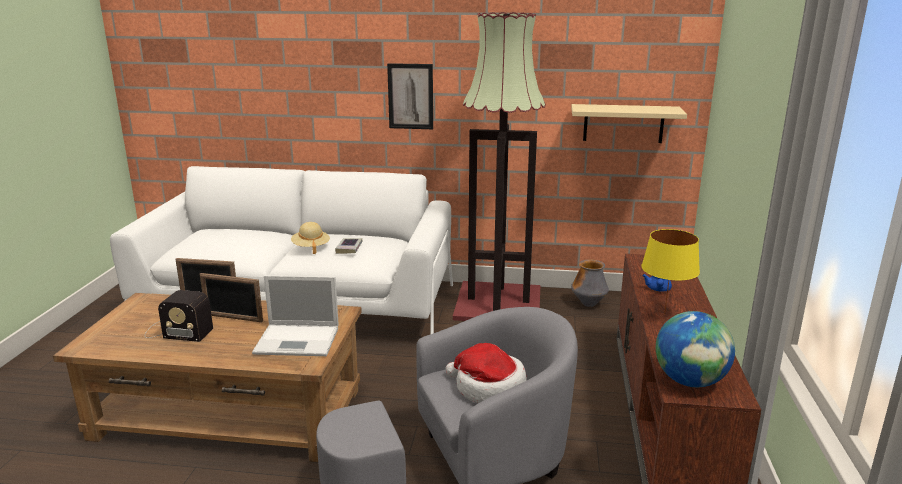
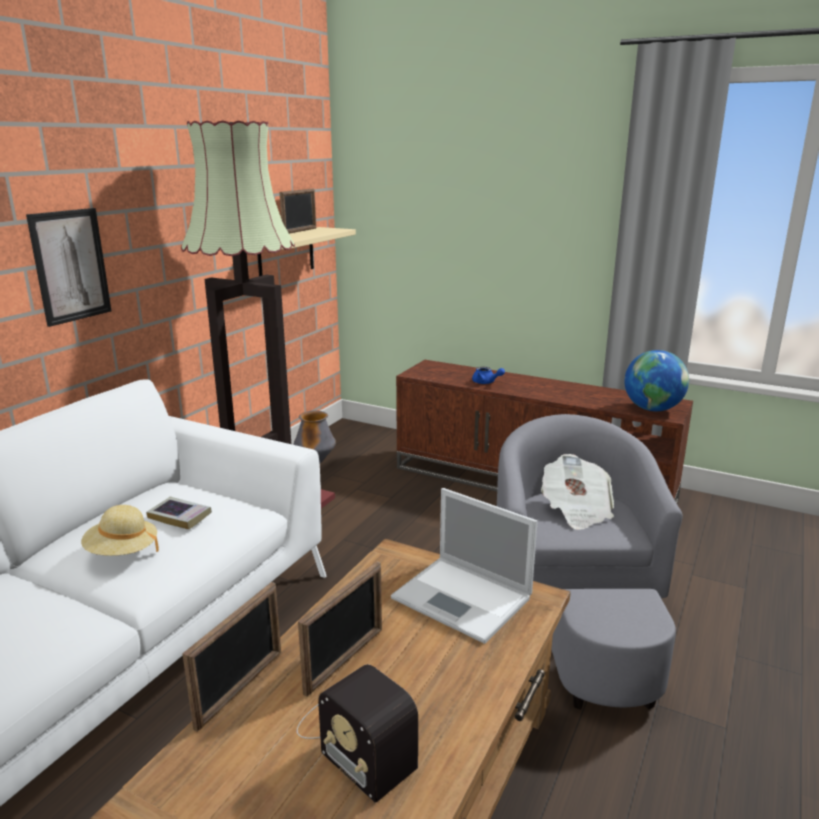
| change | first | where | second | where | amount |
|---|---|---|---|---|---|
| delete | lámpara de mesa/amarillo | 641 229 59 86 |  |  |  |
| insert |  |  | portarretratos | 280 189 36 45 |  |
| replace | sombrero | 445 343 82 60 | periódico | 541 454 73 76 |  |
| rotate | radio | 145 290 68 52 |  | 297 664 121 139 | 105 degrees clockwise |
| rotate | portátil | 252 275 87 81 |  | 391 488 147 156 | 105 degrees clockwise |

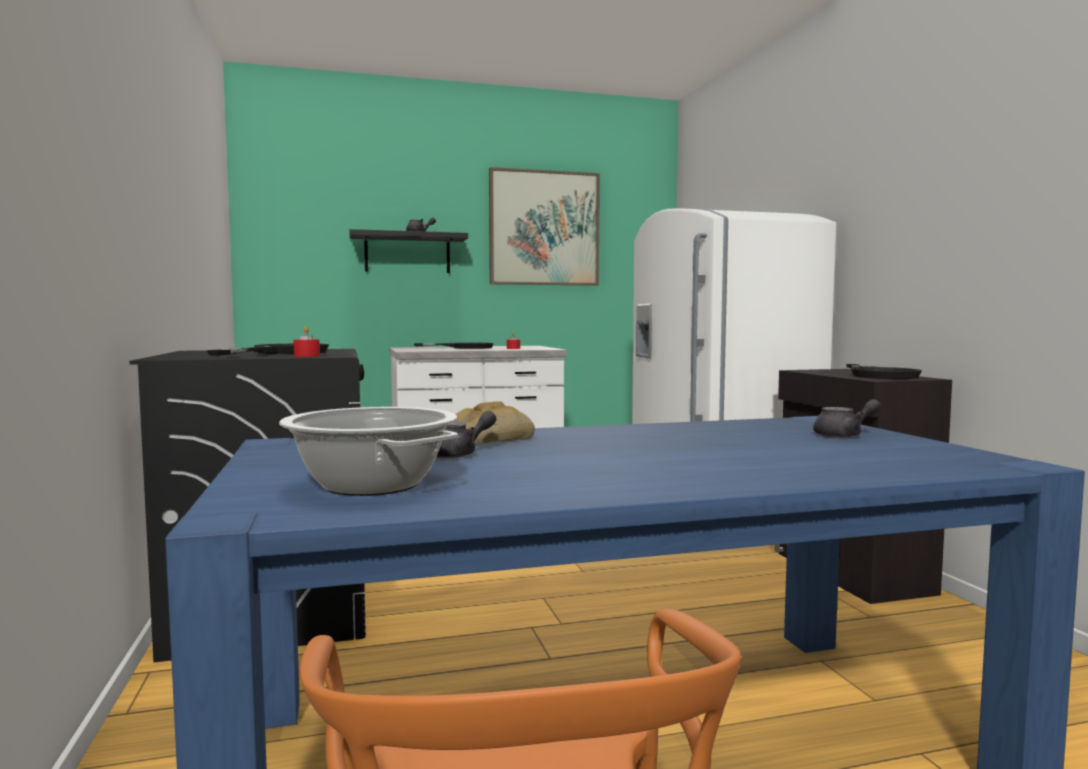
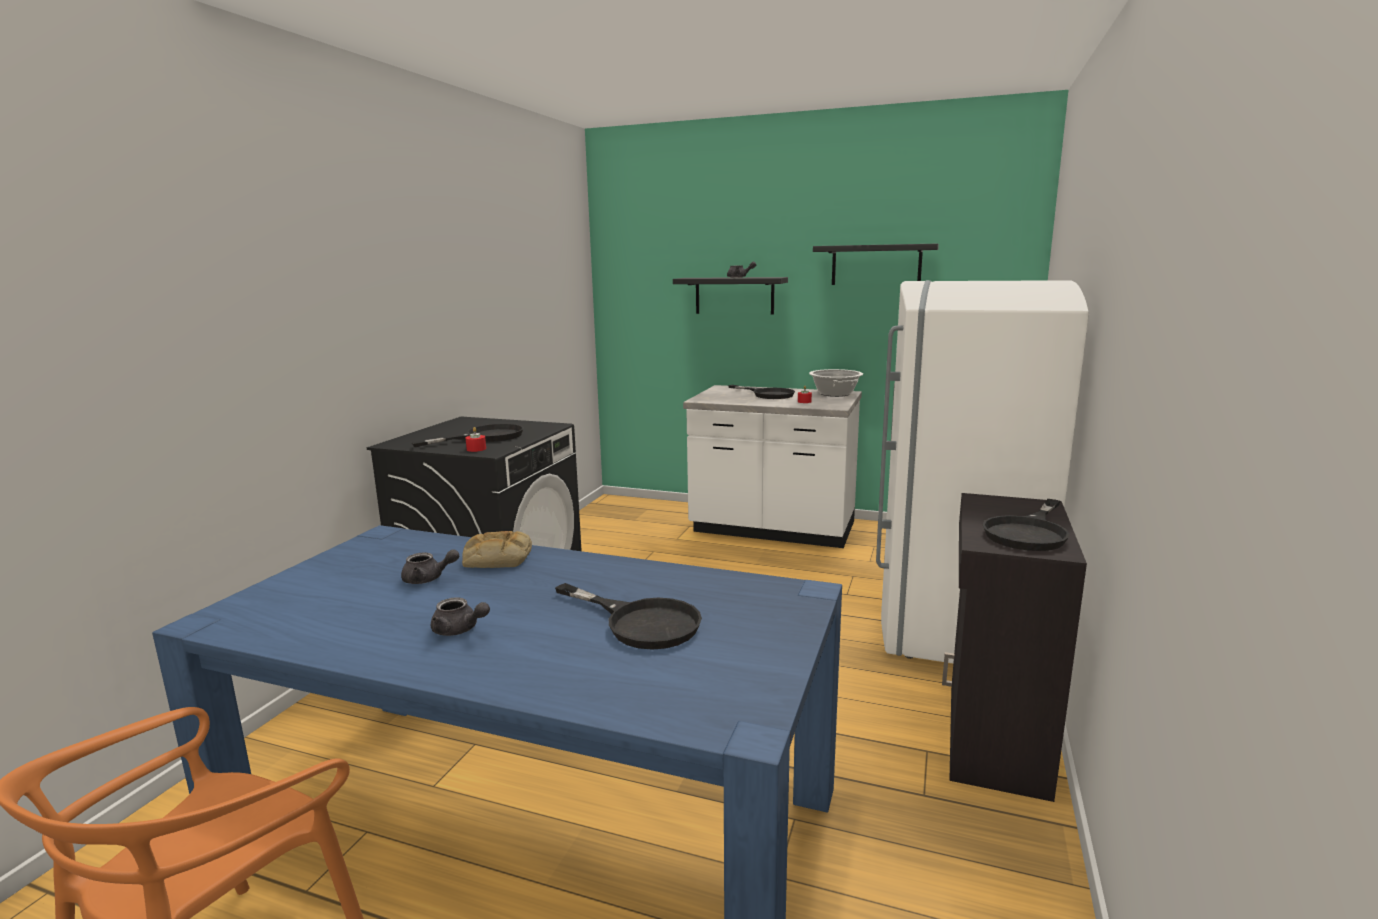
| change | first | where | second | where | amount |
|---|---|---|---|---|---|
| insert |  |  | sartén/negro | 555 583 147 67 |  |
| move | olla | 279 407 179 89 |  | 809 369 54 28 |  |
| move | tetera/gris | 813 399 68 39 |  | 431 597 59 39 |  |
| replace | cuadro | 489 167 111 119 | estante/negro | 813 244 126 41 |  |

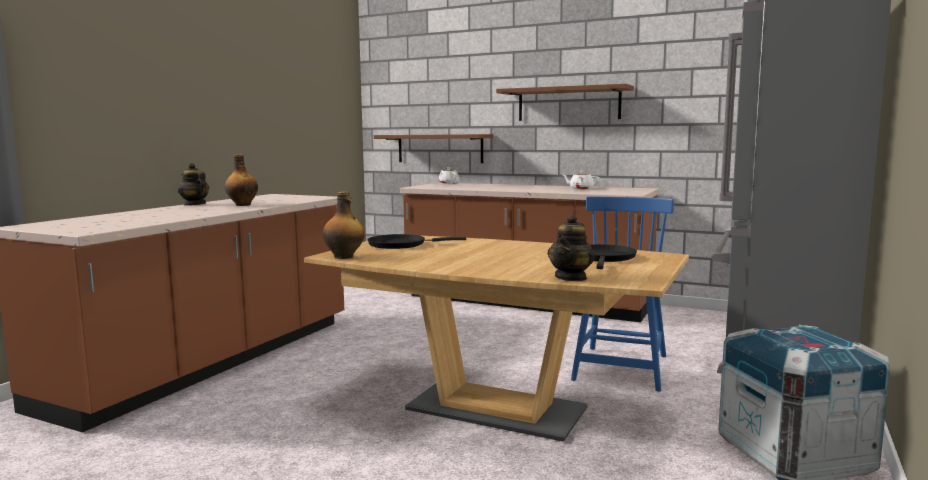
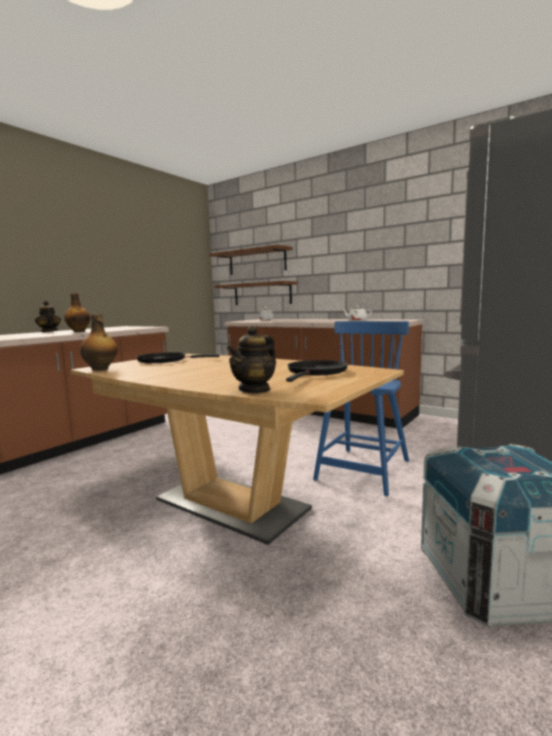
| change | first | where | second | where | amount |
|---|---|---|---|---|---|
| move | estante/marrón | 496 84 138 37 |  | 209 245 84 30 |  |

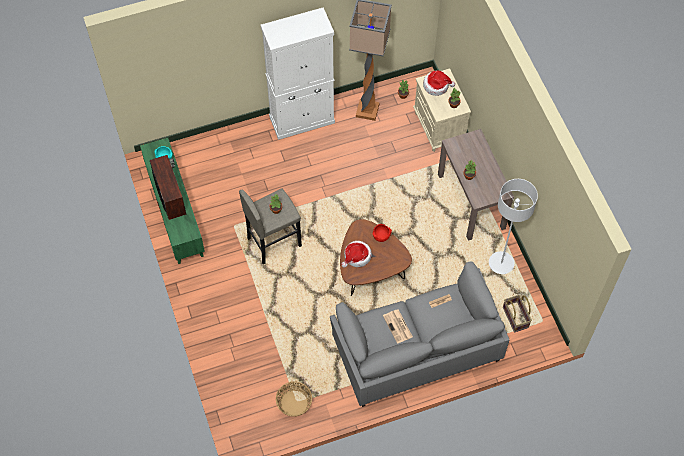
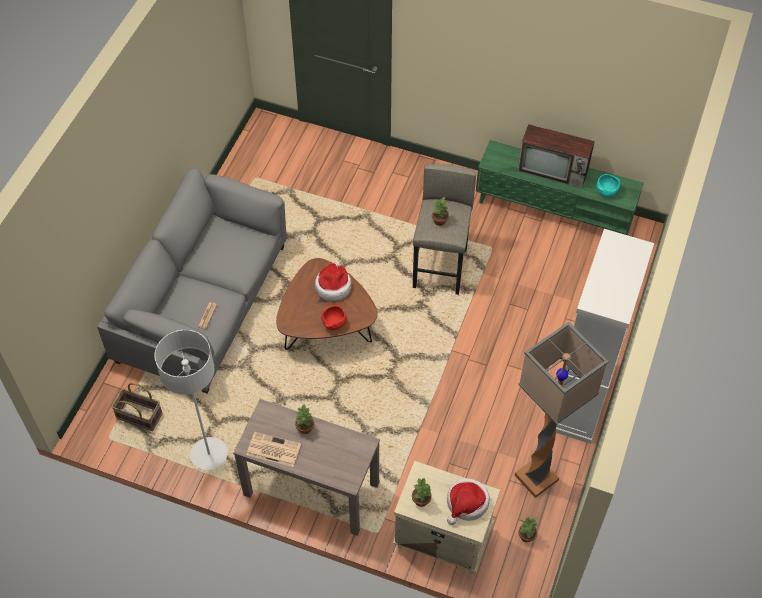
| change | first | where | second | where | amount |
|---|---|---|---|---|---|
| delete | cesta | 276 381 36 36 |  |  |  |
| move | periódico | 383 310 30 34 |  | 247 432 54 35 |  |

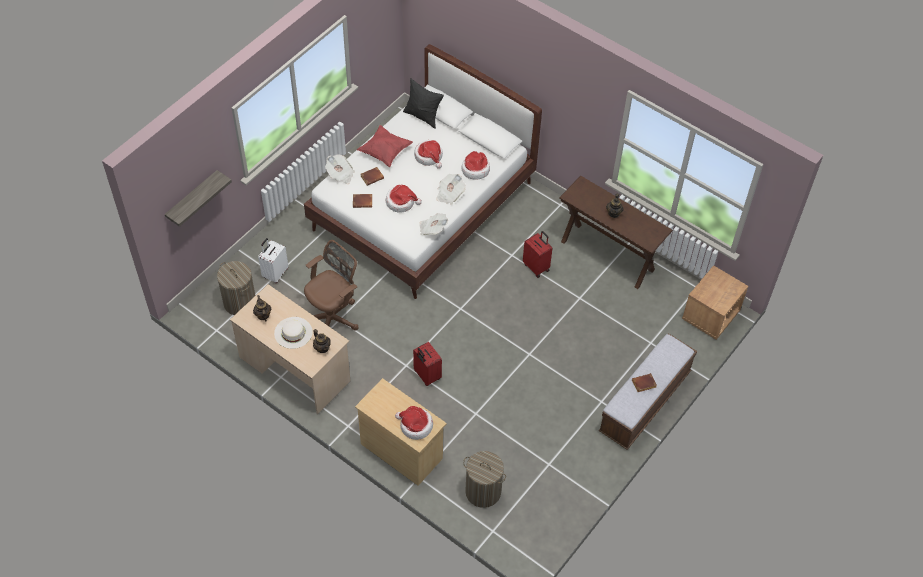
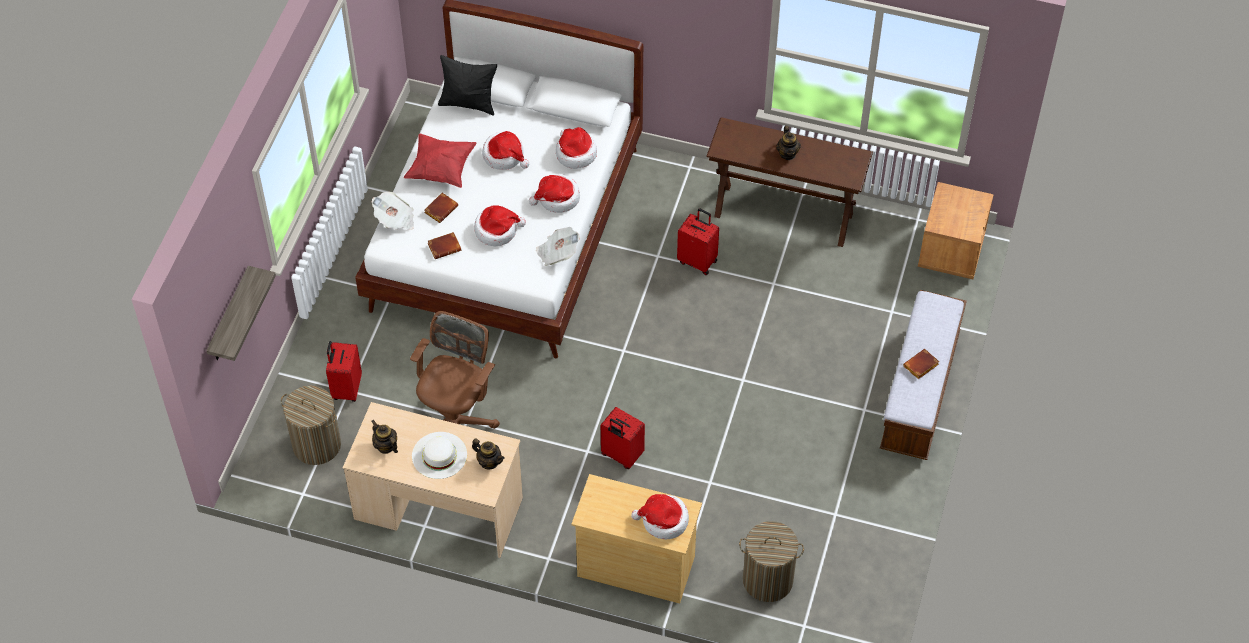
| change | first | where | second | where | amount |
|---|---|---|---|---|---|
| replace | periódico | 436 174 30 30 | sombrero | 529 174 51 39 |  |
| recolor | maleta/blanco | 258 238 30 45 | maleta/rojo | 326 341 36 61 |  |

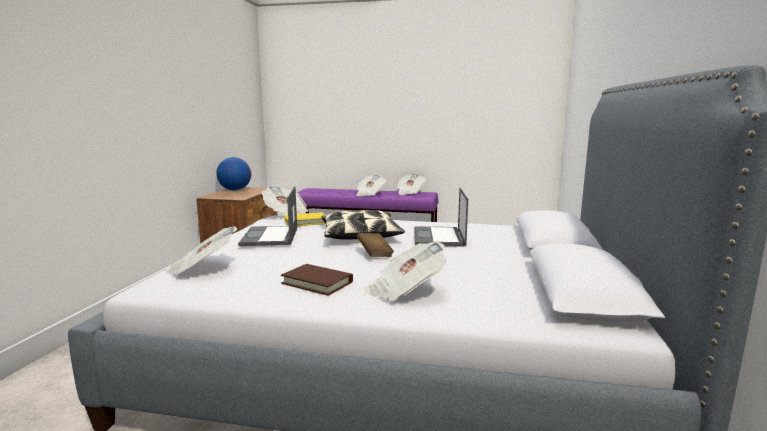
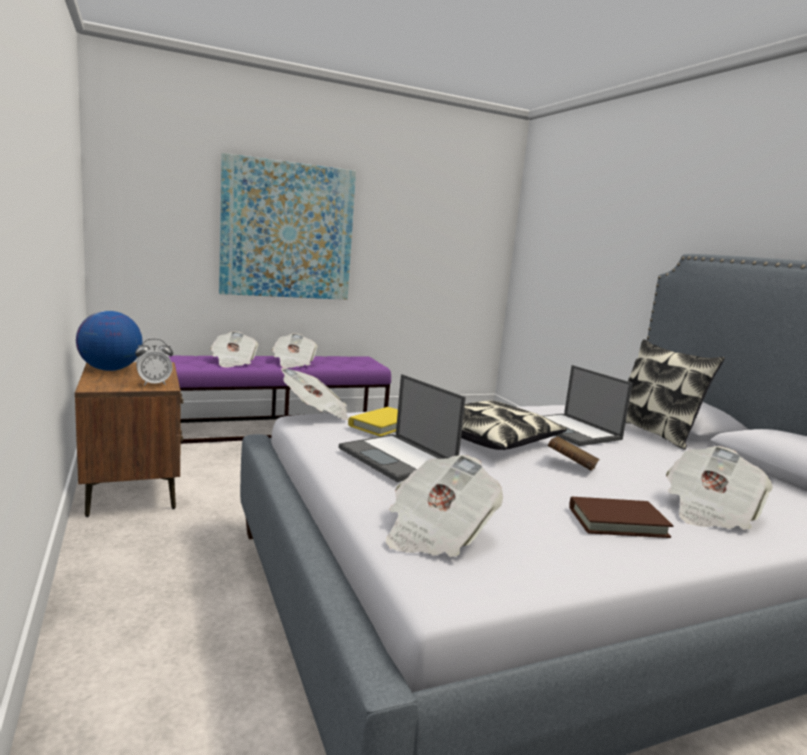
| change | first | where | second | where | amount |
|---|---|---|---|---|---|
| insert |  |  | despertador | 135 339 38 47 |  |
| insert |  |  | cuadro | 219 153 137 147 |  |
| insert |  |  | cojín | 626 339 99 111 |  |
| move | periódico | 397 173 29 22 |  | 210 331 48 36 |  |

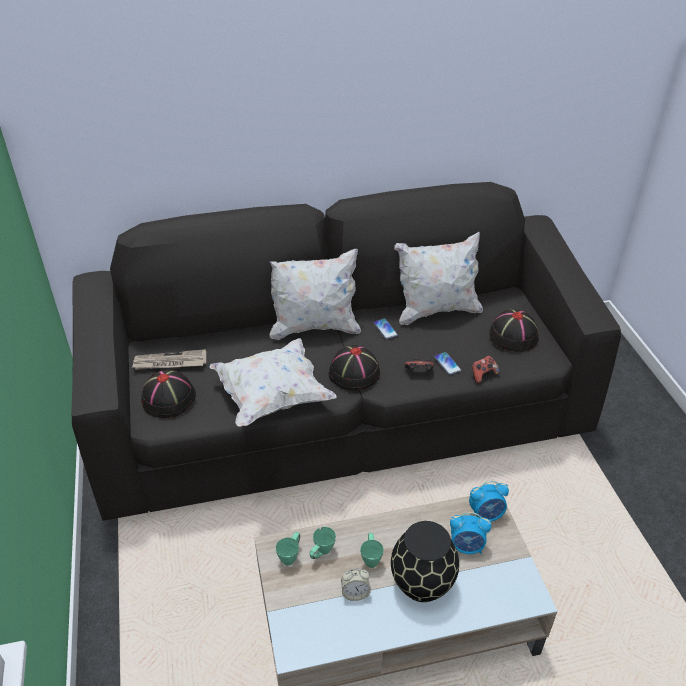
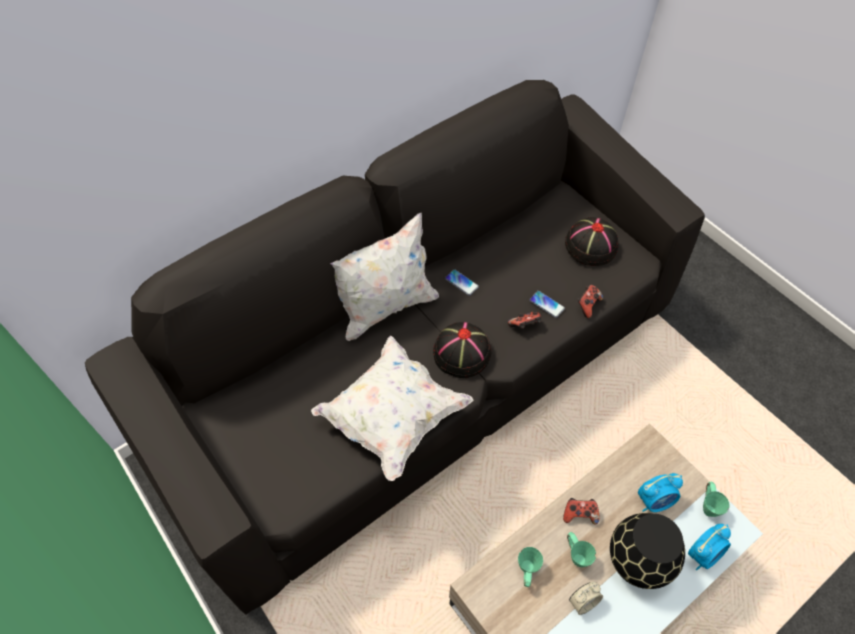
| change | first | where | second | where | amount |
|---|---|---|---|---|---|
| delete | periódico | 132 349 74 21 |  |  |  |
| delete | sombrero/negro | 141 369 55 49 |  |  |  |
| delete | cojín/blanco | 394 232 89 93 |  |  |  |
| insert |  |  | mando de consola | 563 498 36 27 |  |
| move | taza grande/verde | 276 532 24 34 |  | 703 482 27 35 |  |
| move | despertador | 469 481 40 40 |  | 688 524 43 46 |  |

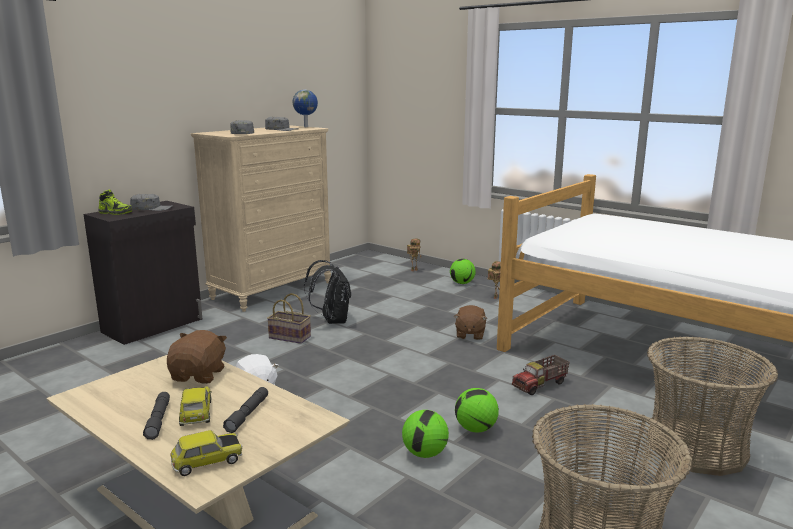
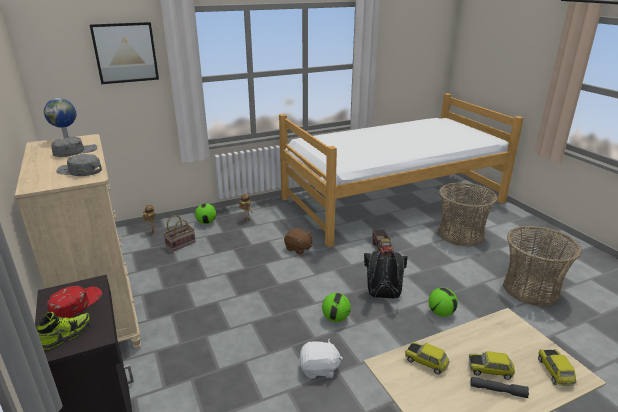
| change | first | where | second | where | amount |
|---|---|---|---|---|---|
| delete | linterna/gris | 223 387 45 46 |  |  |  |
| insert |  |  | cuadro | 90 22 69 62 |  |
| move | cesta | 267 293 44 51 |  | 163 215 33 36 |  |
| move | mochila/negro | 304 260 47 64 |  | 364 250 44 48 |  |
| move | balón de fútbol | 455 388 44 45 |  | 322 293 29 29 |  |
| replace | peluche/marrón | 167 330 60 54 | coche de juguete | 405 342 45 33 |  |
| recolor | gorra/gris | 130 194 42 17 | gorra/rojo | 47 286 55 32 |  |

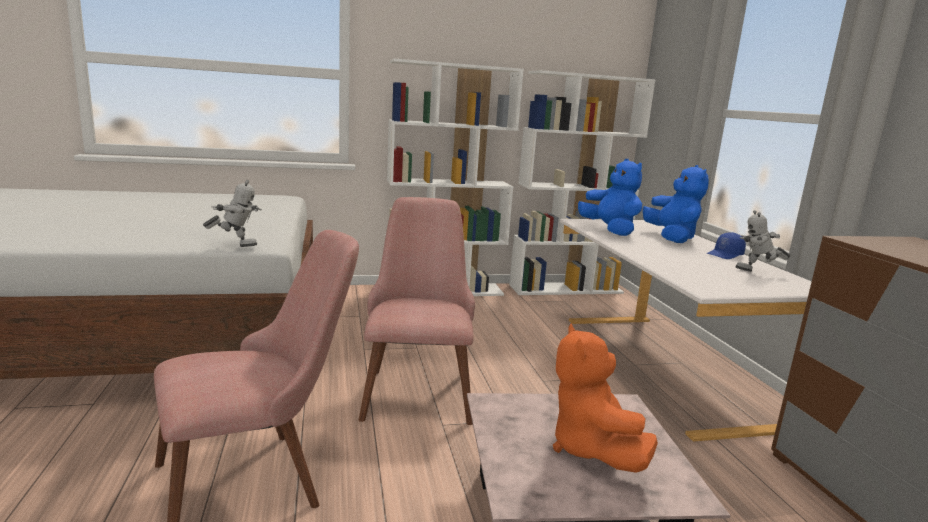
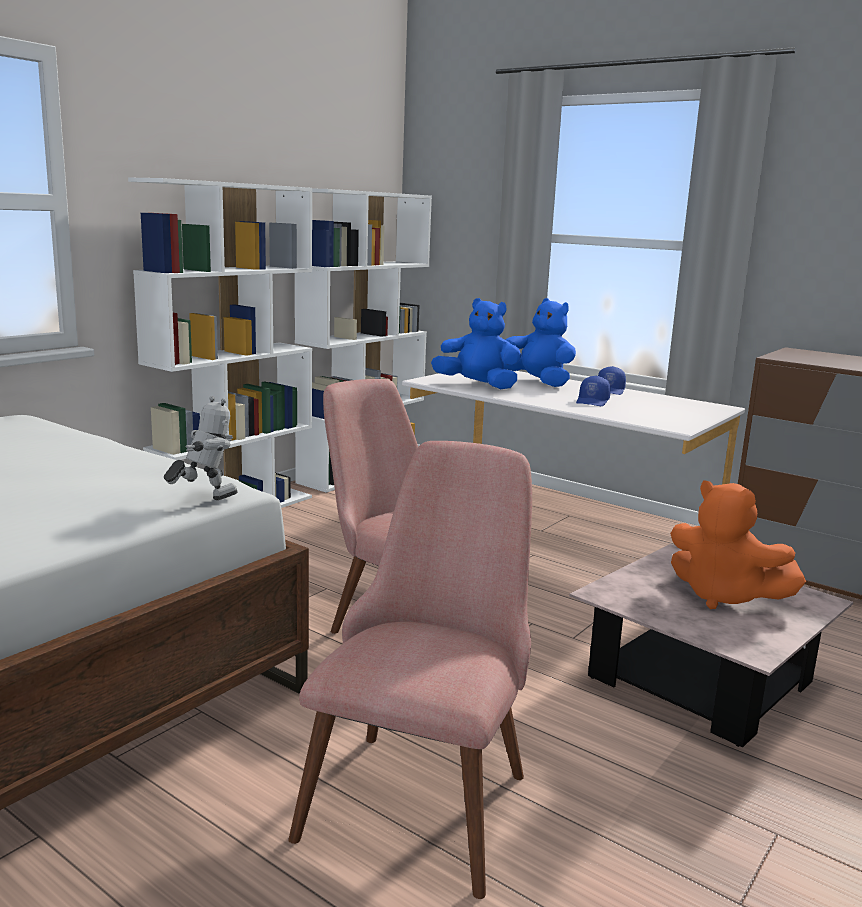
| change | first | where | second | where | amount |
|---|---|---|---|---|---|
| delete | robot de juguete | 735 210 56 62 |  |  |  |
| insert |  |  | gorra/azul | 576 376 35 30 |  |

